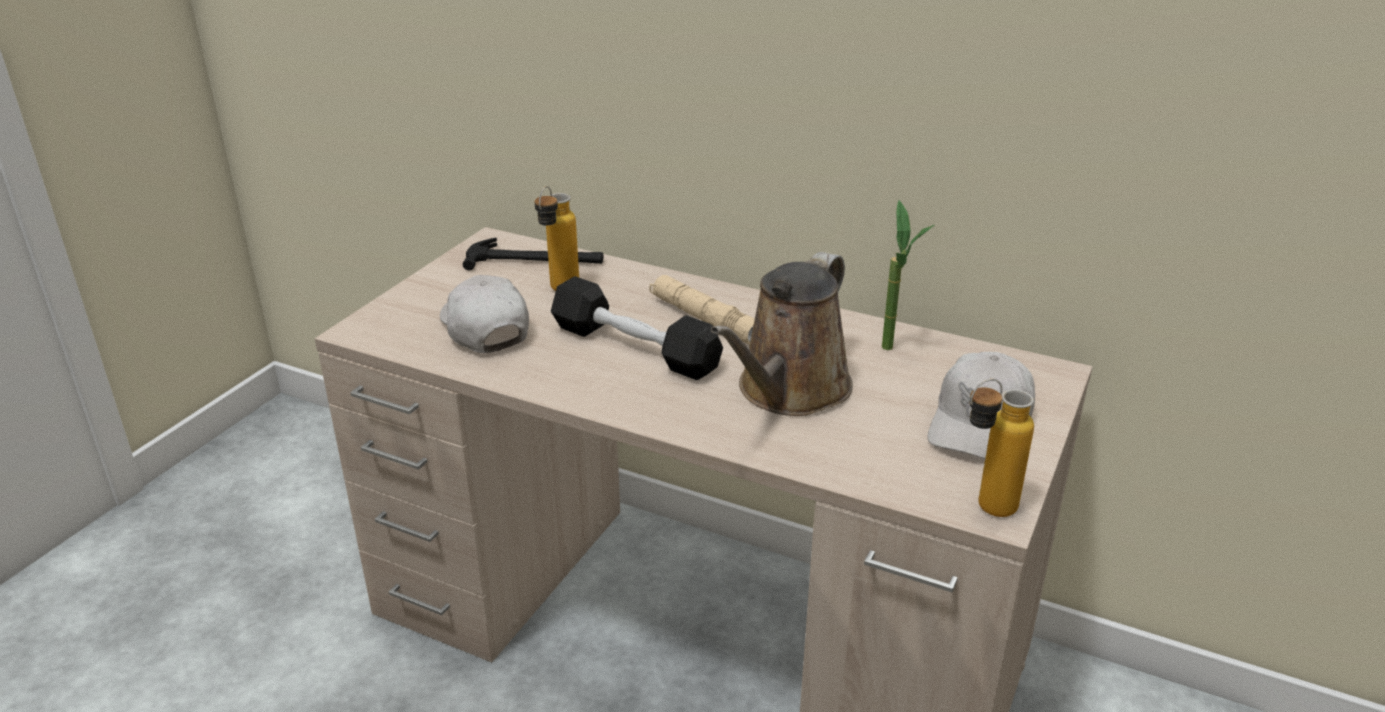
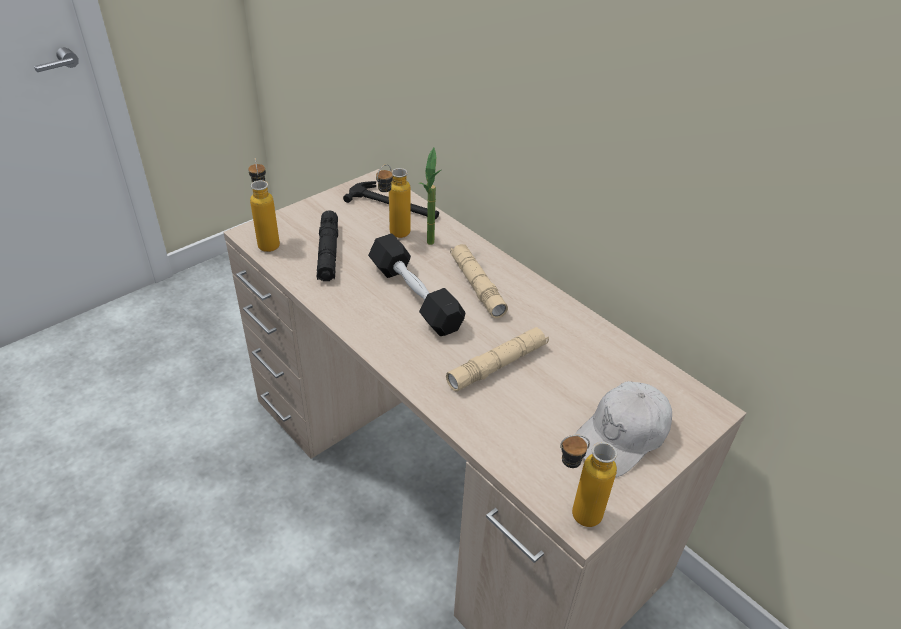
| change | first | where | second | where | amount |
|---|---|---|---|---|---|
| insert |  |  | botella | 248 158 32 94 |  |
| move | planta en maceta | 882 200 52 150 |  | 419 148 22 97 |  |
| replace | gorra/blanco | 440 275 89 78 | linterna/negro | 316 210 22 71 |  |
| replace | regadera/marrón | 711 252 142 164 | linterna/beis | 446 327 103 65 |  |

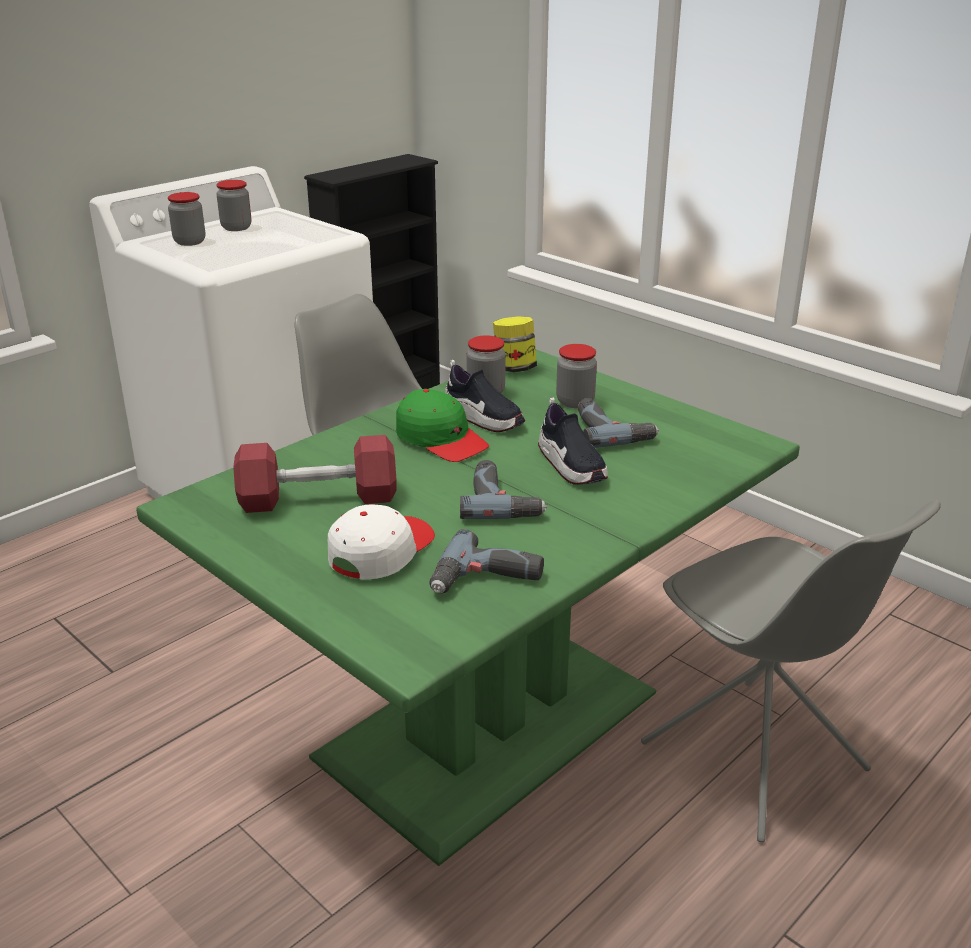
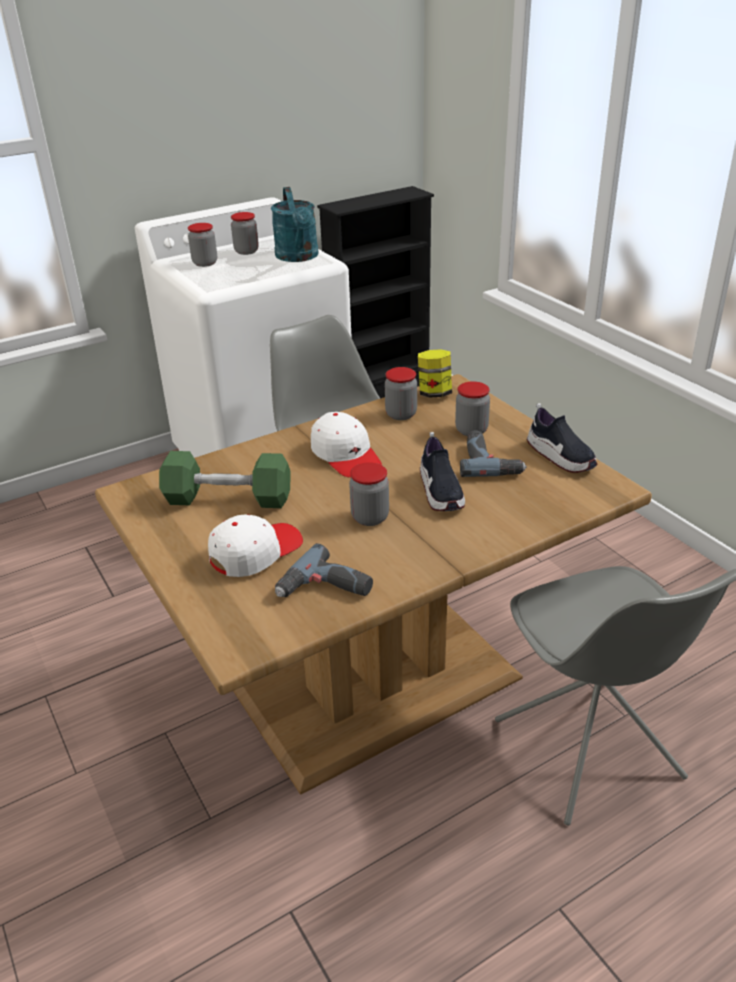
| change | first | where | second | where | amount |
|---|---|---|---|---|---|
| insert |  |  | regadera/turquesa | 271 187 48 75 |  |
| move | zapato | 445 360 80 72 |  | 527 403 71 70 |  |
| replace | taladro | 460 460 87 59 | tarro | 349 462 40 64 |  |
| recolor | mesa de comedor/verde | 136 349 664 517 | mesa de comedor/marrón | 95 374 557 420 |  |
| recolor | mancuerna/rojo | 233 435 163 78 | mancuerna/verde | 159 451 132 57 |  |
| recolor | gorra/verde | 396 389 93 73 | gorra/blanco | 311 412 71 65 |  |

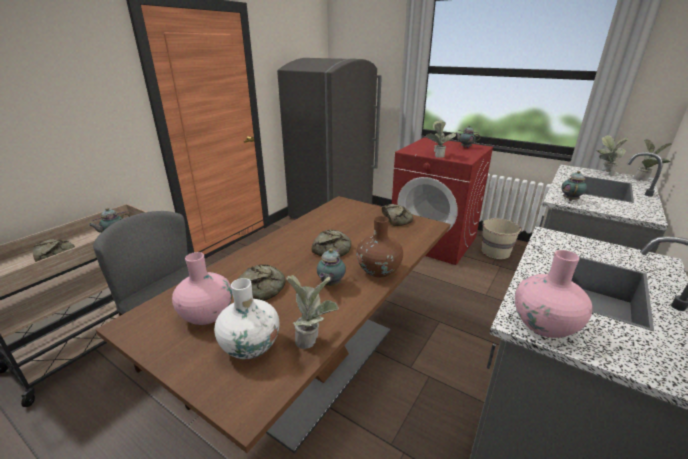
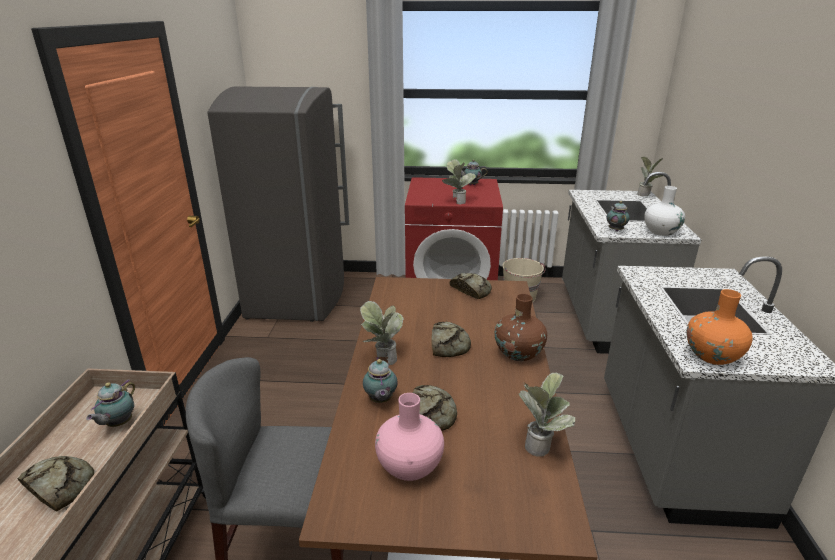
| change | first | where | second | where | amount |
|---|---|---|---|---|---|
| move | florero/blanco | 214 278 65 81 |  | 644 186 41 50 |  |
| move | tetera | 317 249 29 37 |  | 363 357 35 46 |  |
| move | planta en maceta | 596 135 32 41 |  | 360 301 44 64 |  |
| recolor | florero/rosa | 515 250 77 88 | florero/naranja | 686 289 67 76 |  |

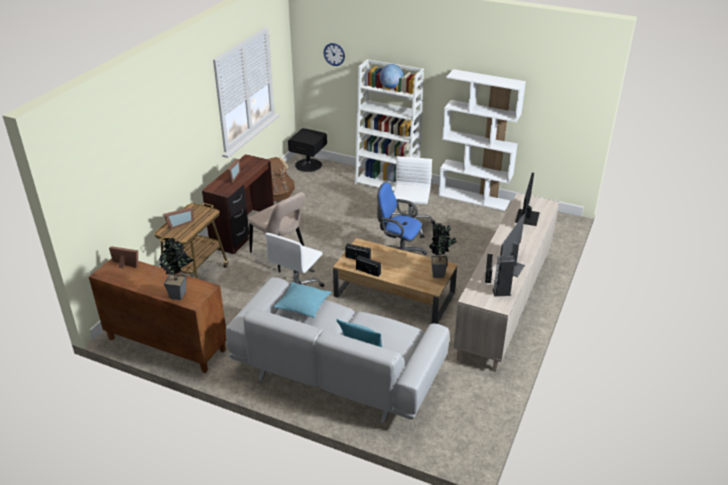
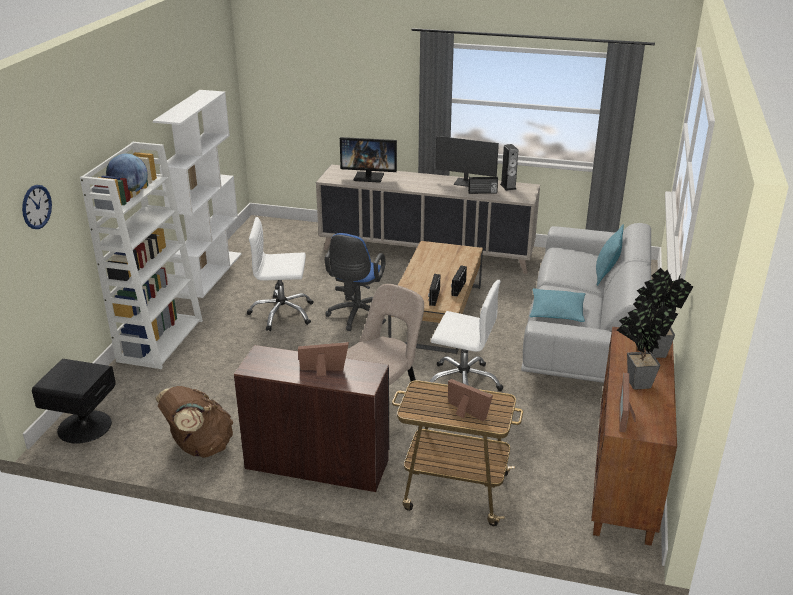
| change | first | where | second | where | amount |
|---|---|---|---|---|---|
| move | planta en maceta | 429 223 28 55 |  | 617 296 61 94 |  |

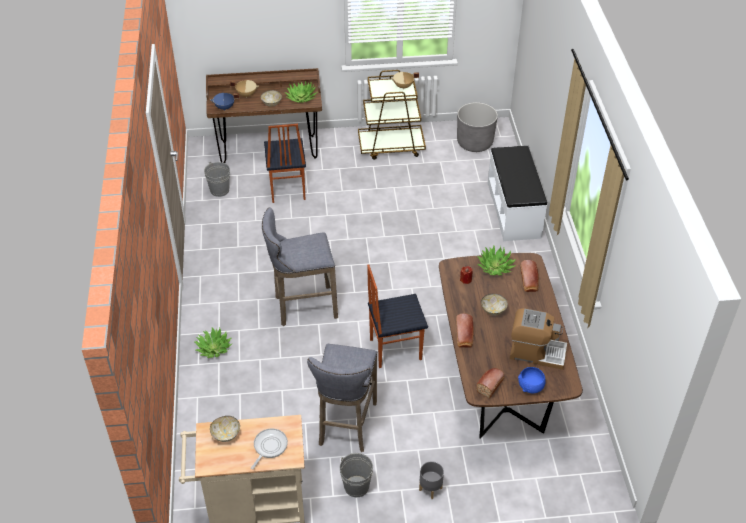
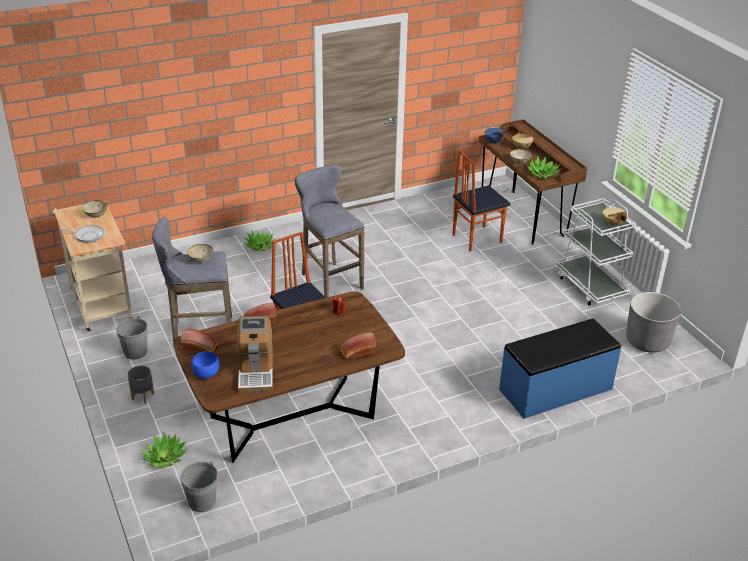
| change | first | where | second | where | amount |
|---|---|---|---|---|---|
| move | cubo/gris | 204 162 26 35 |  | 180 461 38 51 |  |
| move | planta en maceta | 477 245 39 31 |  | 141 432 47 35 |  |
| move | cuenco | 481 294 27 21 |  | 187 244 26 19 |  |
| recolor | carrito/marrón | 358 70 68 90 | carrito/blanco | 555 198 80 107 |  |
| recolor | banco/blanco | 488 145 59 96 | banco/azul | 499 319 122 100 |  |

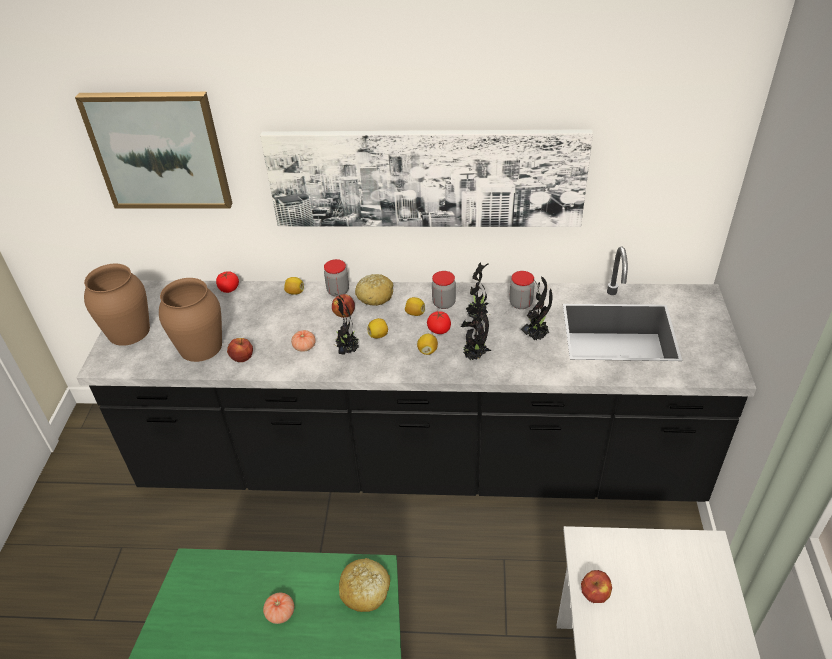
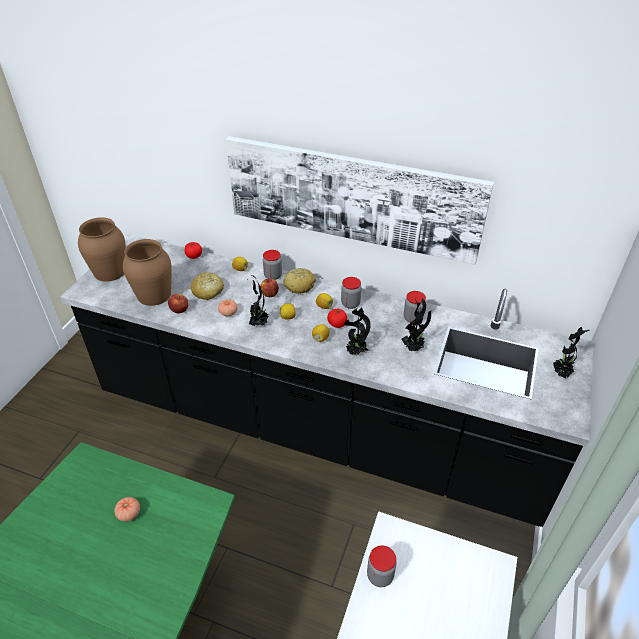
| change | first | where | second | where | amount |
|---|---|---|---|---|---|
| delete | cuadro | 75 92 158 117 |  |  |  |
| move | pan | 339 558 51 54 |  | 190 272 34 28 |  |
| move | planta en maceta | 466 262 24 60 |  | 553 327 36 51 |  |
| replace | manzana | 581 570 31 33 | tarro | 367 545 29 42 |  |

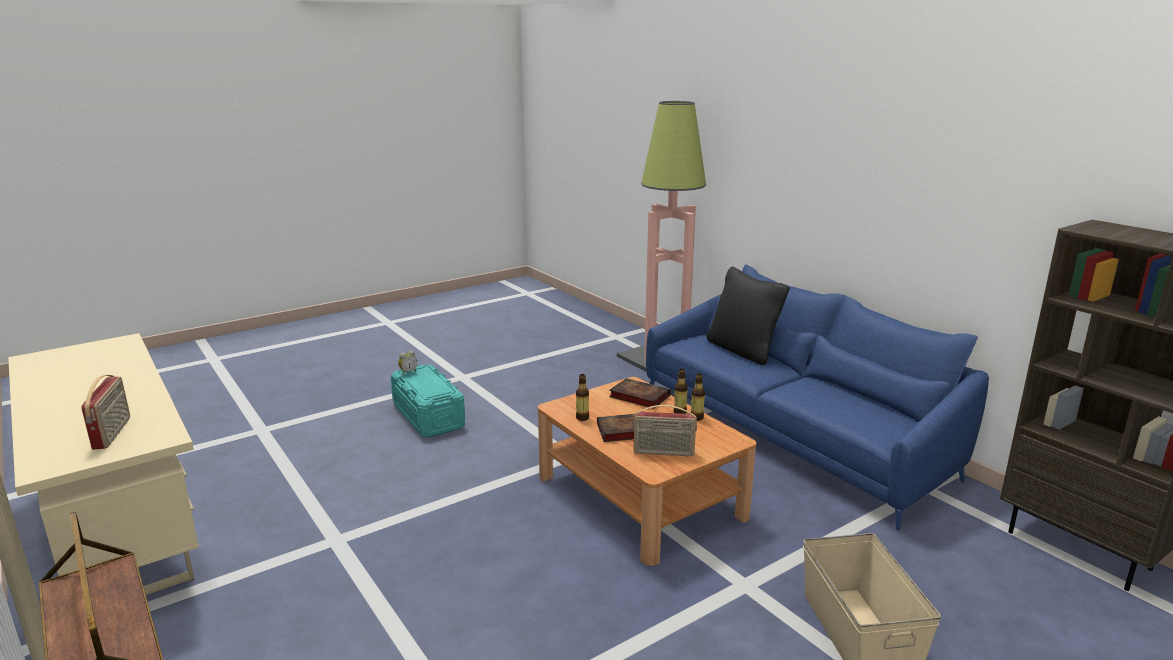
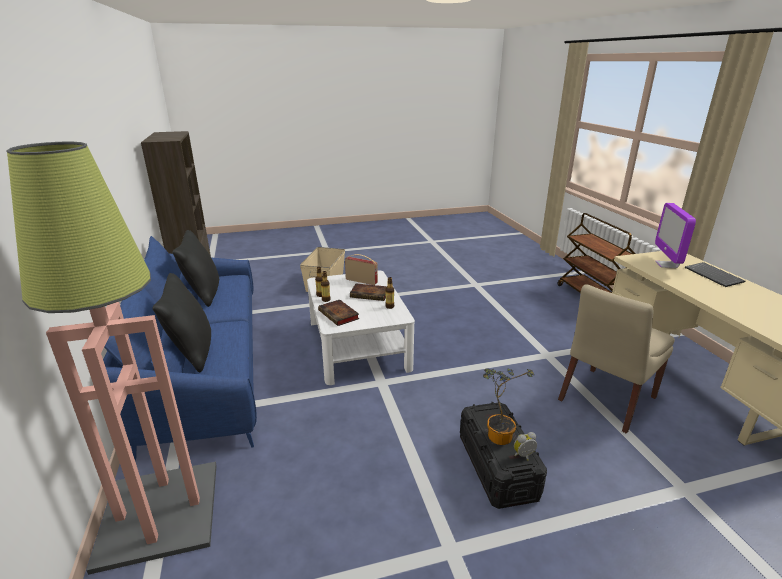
| change | first | where | second | where | amount |
|---|---|---|---|---|---|
| insert |  |  | cojín/negro | 172 230 47 77 |  |
| insert |  |  | planta en maceta | 483 368 52 77 |  |
| insert |  |  | silla/beis | 558 284 117 150 |  |
| insert |  |  | teclado | 685 262 60 25 |  |
| replace | radio | 81 375 49 75 | monitor | 655 203 41 65 |  |
| recolor | caja de almacenaje/turquesa | 391 364 74 73 | caja de almacenaje/negro | 460 402 87 107 |  |
| recolor | mesa de centro/marrón | 538 377 218 189 | mesa de centro/blanco | 307 271 108 114 |  |

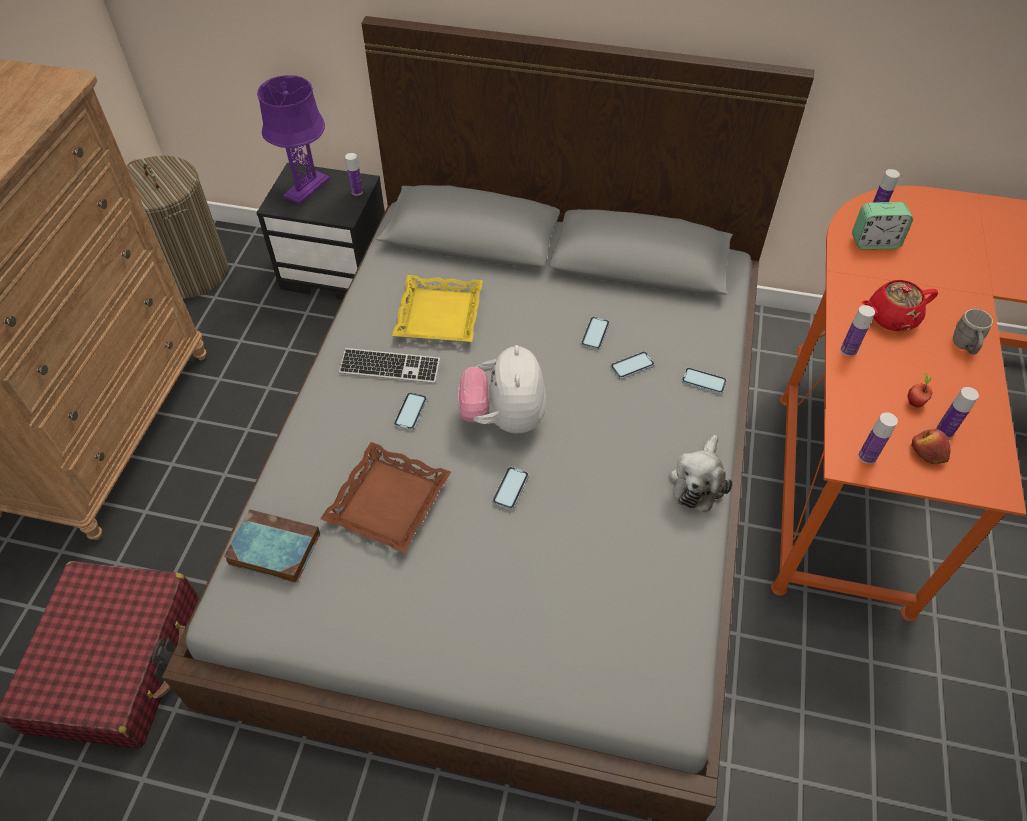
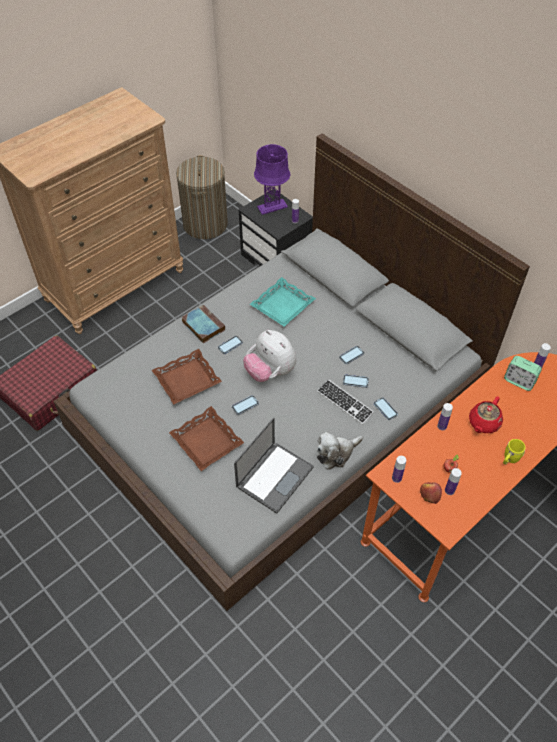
| change | first | where | second | where | amount |
|---|---|---|---|---|---|
| insert |  |  | bandeja/marrón | 169 406 75 65 |  |
| insert |  |  | portátil | 234 417 80 97 |  |
| move | libro | 224 509 96 74 |  | 182 305 43 39 |  |
| move | teclado | 339 348 101 35 |  | 317 379 57 46 |  |
| recolor | bandeja/amarillo | 392 275 91 67 | bandeja/turquesa | 250 277 66 50 |  |
| recolor | taza grande/gris | 953 309 40 46 | taza grande/amarillo | 503 439 23 26 |  |
| rotate | peluche | 458 345 89 88 |  | 243 330 53 52 | 75 degrees counterclockwise |
| rotate | tetera/rojo | 862 280 76 51 |  | 469 396 34 37 | 75 degrees counterclockwise |

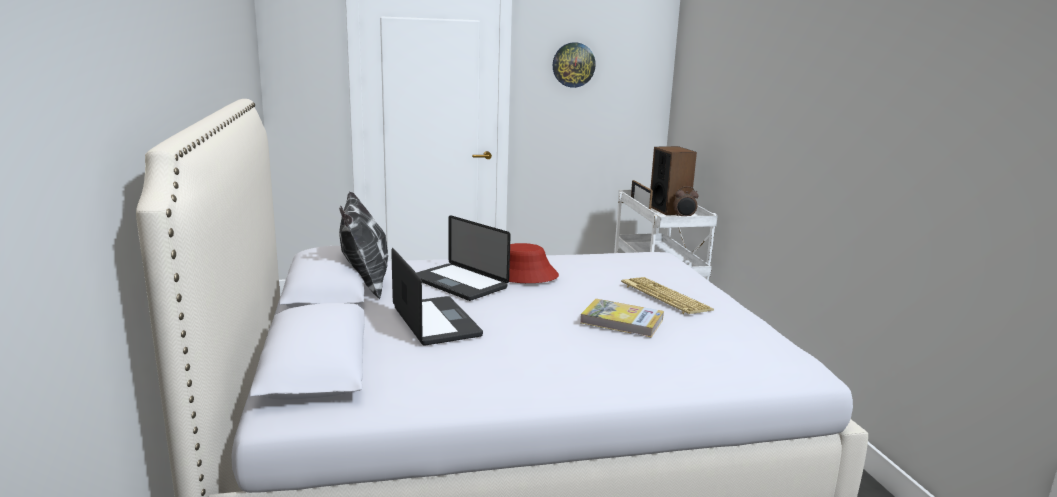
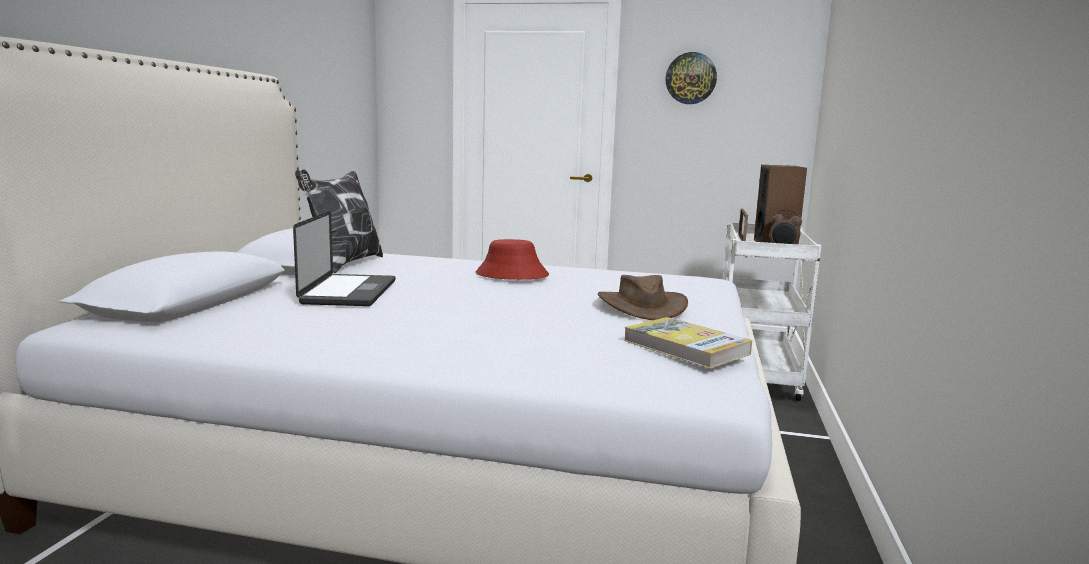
| change | first | where | second | where | amount |
|---|---|---|---|---|---|
| delete | portátil | 417 215 94 86 |  |  |  |
| move | libro | 580 299 84 39 |  | 624 317 128 52 |  |
| replace | teclado | 621 277 93 37 | sombrero/marrón | 598 275 90 45 |  |

